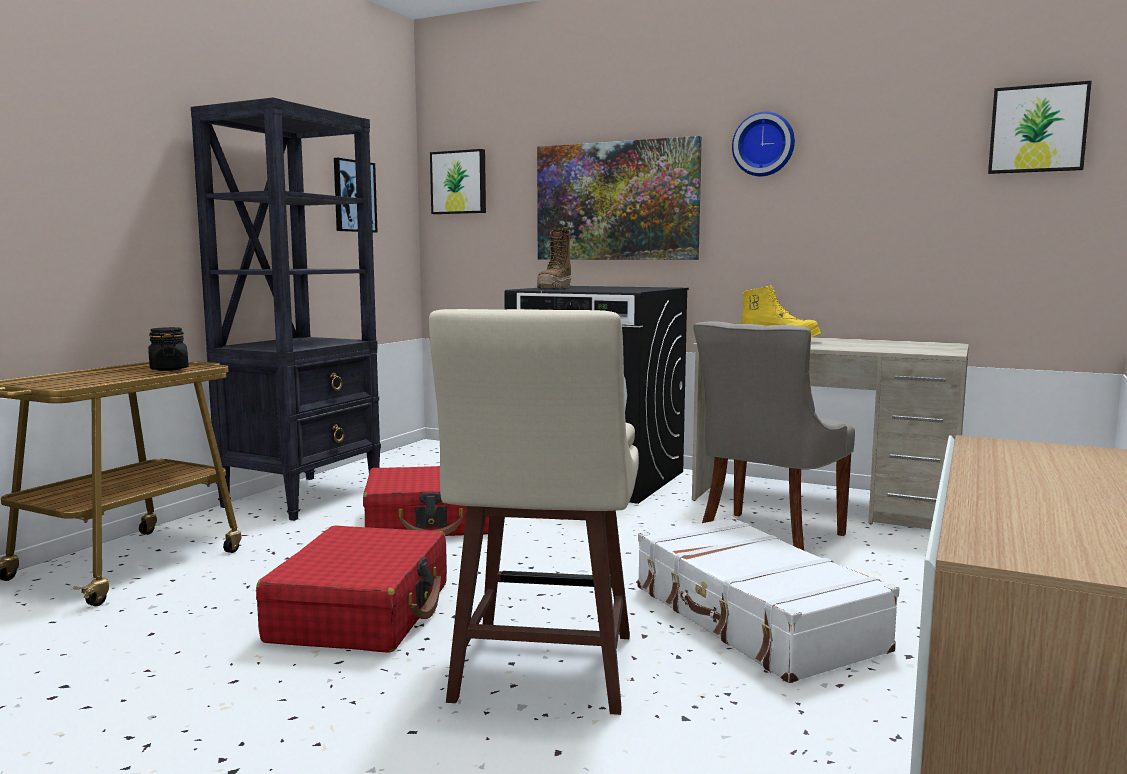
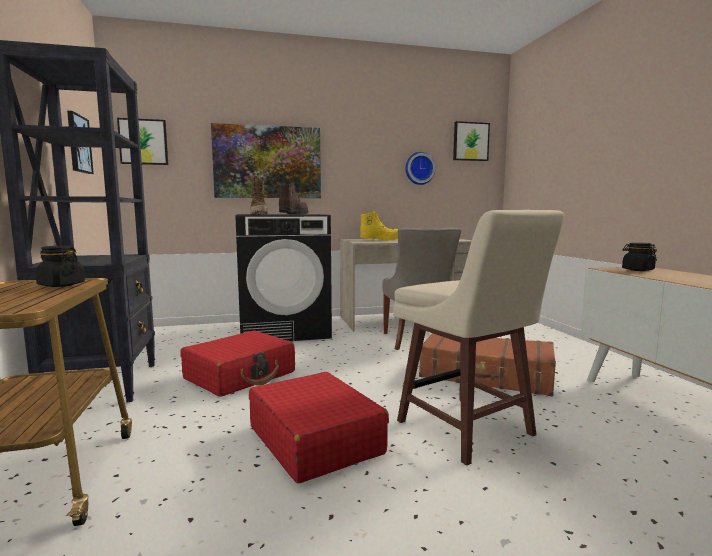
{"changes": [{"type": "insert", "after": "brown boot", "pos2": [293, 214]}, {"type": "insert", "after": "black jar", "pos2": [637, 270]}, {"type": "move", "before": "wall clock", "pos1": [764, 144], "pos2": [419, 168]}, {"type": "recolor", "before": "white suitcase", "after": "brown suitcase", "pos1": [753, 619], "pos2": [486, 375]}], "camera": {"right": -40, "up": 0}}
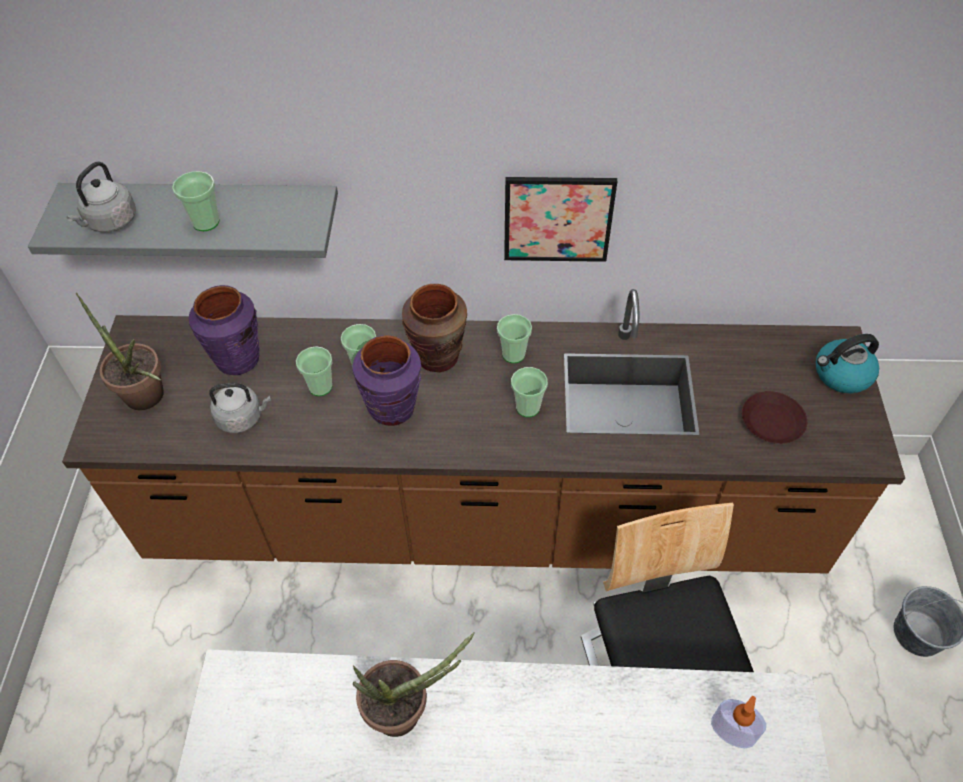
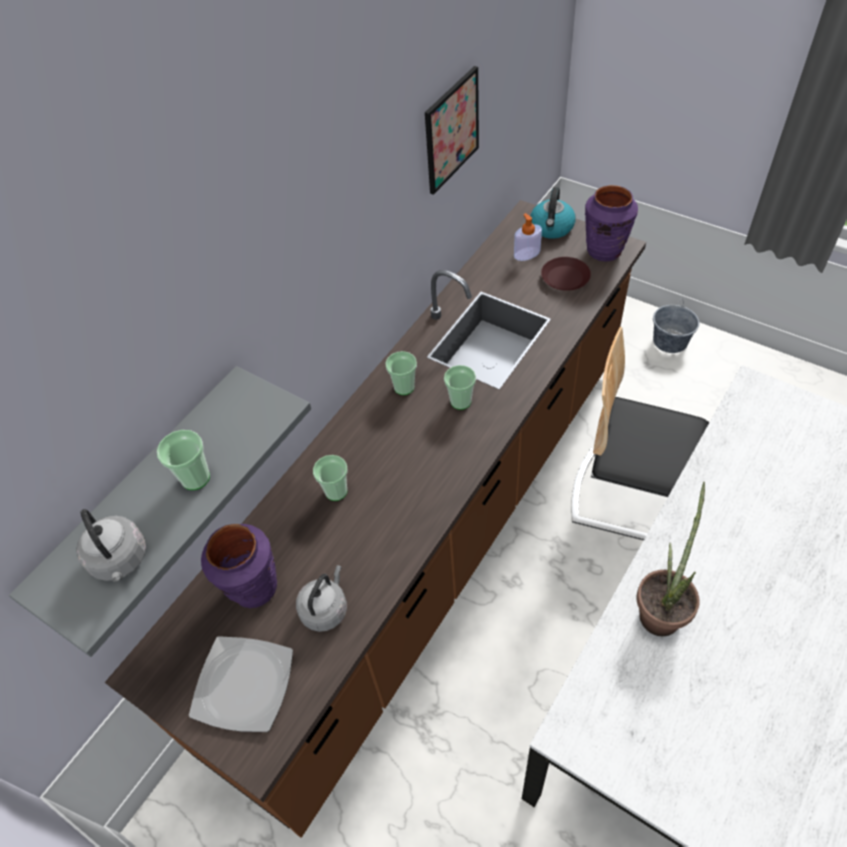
{"changes": [{"type": "delete", "before": "cup", "pos1": [320, 387]}, {"type": "delete", "before": "brown vase", "pos1": [437, 357]}, {"type": "move", "before": "purple vase", "pos1": [393, 409], "pos2": [604, 250]}, {"type": "move", "before": "picture", "pos1": [558, 219], "pos2": [451, 130]}, {"type": "move", "before": "soap dispenser", "pos1": [732, 731], "pos2": [527, 254]}, {"type": "replace", "before": "potted plant", "after": "plate", "pos1": [149, 400], "pos2": [244, 686]}], "camera": {"right": -55, "up": 0}}
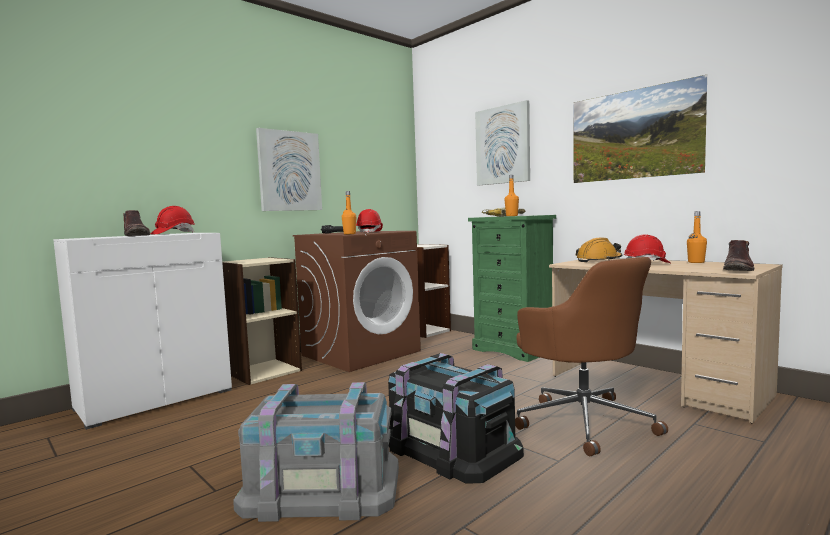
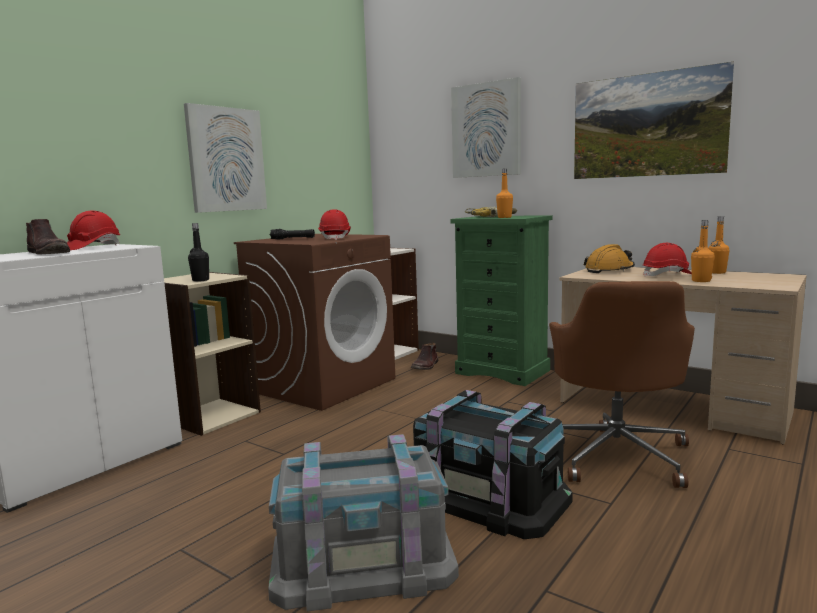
{"changes": [{"type": "insert", "after": "black bottle", "pos2": [200, 280]}, {"type": "move", "before": "orange bottle", "pos1": [349, 234], "pos2": [701, 281]}, {"type": "move", "before": "brown boot", "pos1": [738, 269], "pos2": [425, 366]}, {"type": "rotate", "before": "brown office chair", "pos1": [583, 421], "pos2": [616, 455], "turn": 45}], "camera": {"right": -10, "up": 5}}
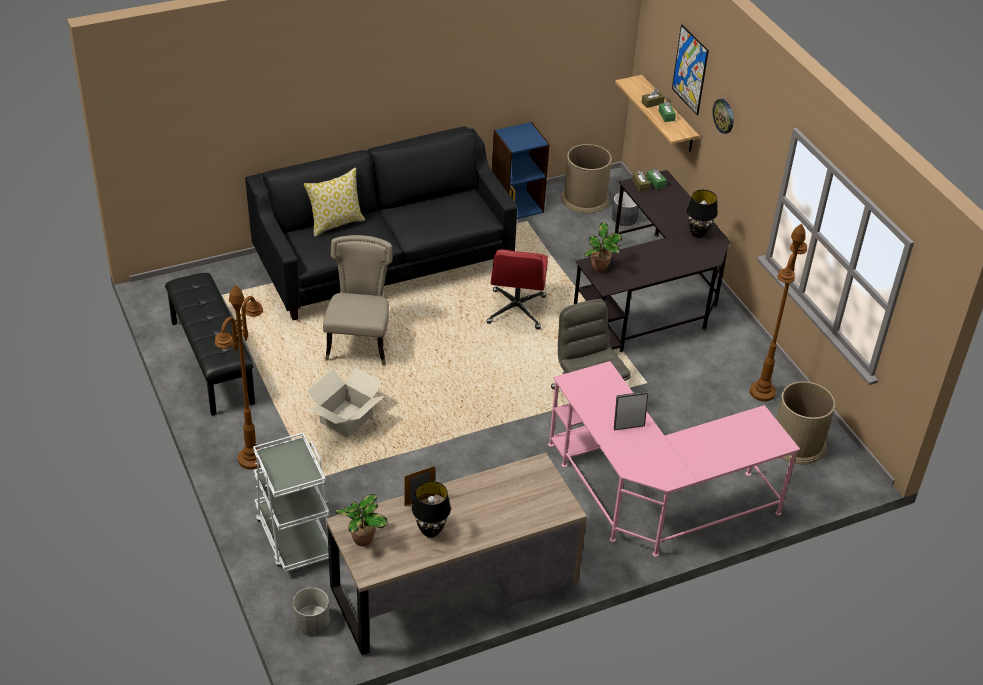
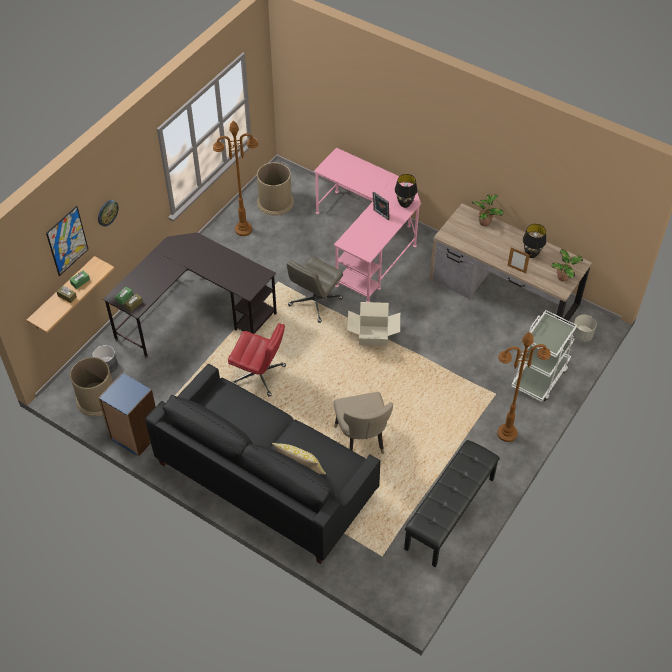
{"changes": [{"type": "move", "before": "cardboard box", "pos1": [346, 419], "pos2": [373, 336]}, {"type": "move", "before": "potted plant", "pos1": [600, 268], "pos2": [485, 222]}, {"type": "move", "before": "black table lamp", "pos1": [698, 234], "pos2": [405, 204]}, {"type": "rotate", "before": "beige chair", "pos1": [360, 343], "pos2": [362, 441], "turn": -75}, {"type": "rotate", "before": "red office chair", "pos1": [516, 310], "pos2": [260, 375], "turn": 45}], "camera": {"right": -120, "up": 10}}
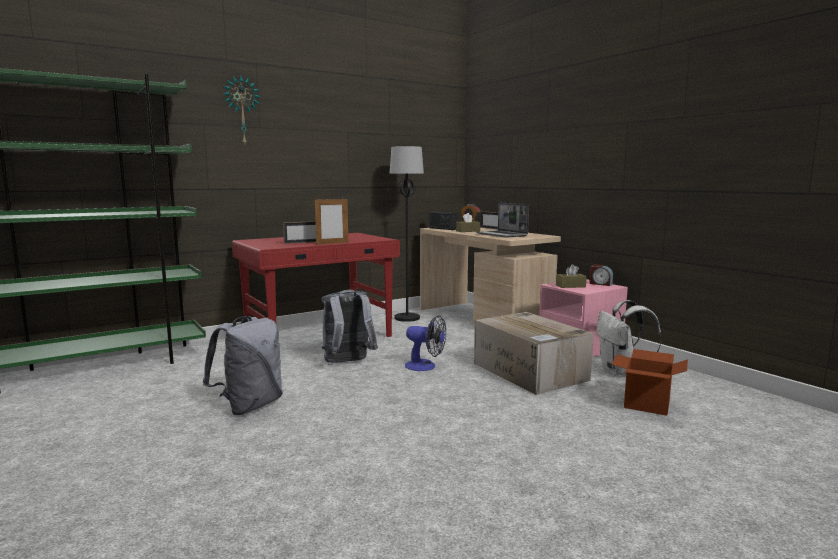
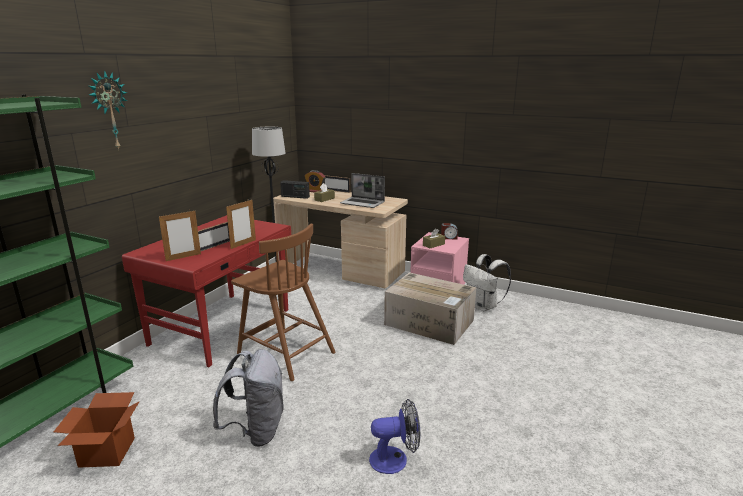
{"changes": [{"type": "insert", "after": "picture frame", "pos2": [183, 257]}, {"type": "move", "before": "fan", "pos1": [425, 366], "pos2": [395, 459]}, {"type": "move", "before": "cardboard box", "pos1": [647, 404], "pos2": [107, 452]}, {"type": "replace", "before": "grey backpack", "after": "brown chair", "pos1": [348, 362], "pos2": [285, 352]}], "camera": {"right": -30, "up": 10}}
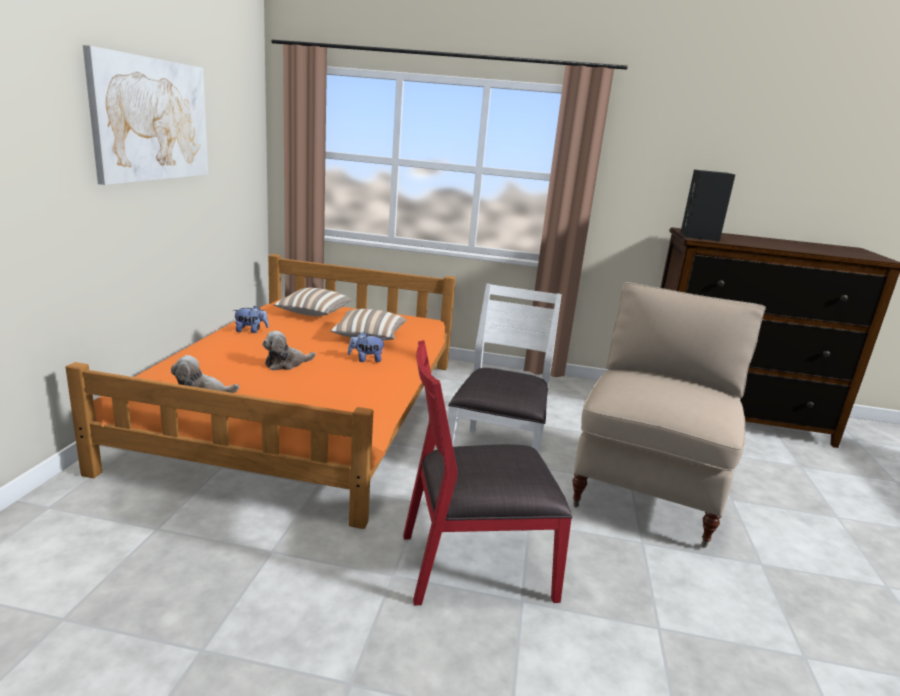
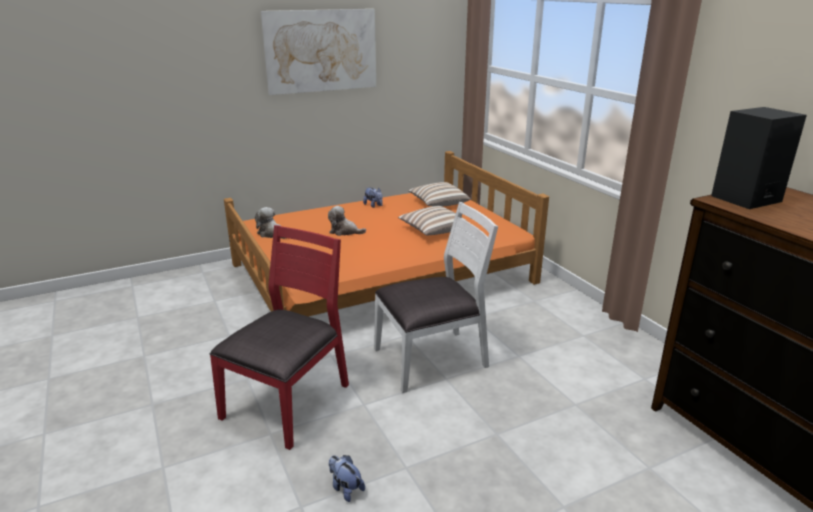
{"changes": [{"type": "delete", "before": "beige chair", "pos1": [647, 490]}, {"type": "move", "before": "plush toy", "pos1": [366, 360], "pos2": [345, 488]}, {"type": "rotate", "before": "red chair", "pos1": [475, 564], "pos2": [288, 401], "turn": 75}], "camera": {"right": 55, "up": 5}}
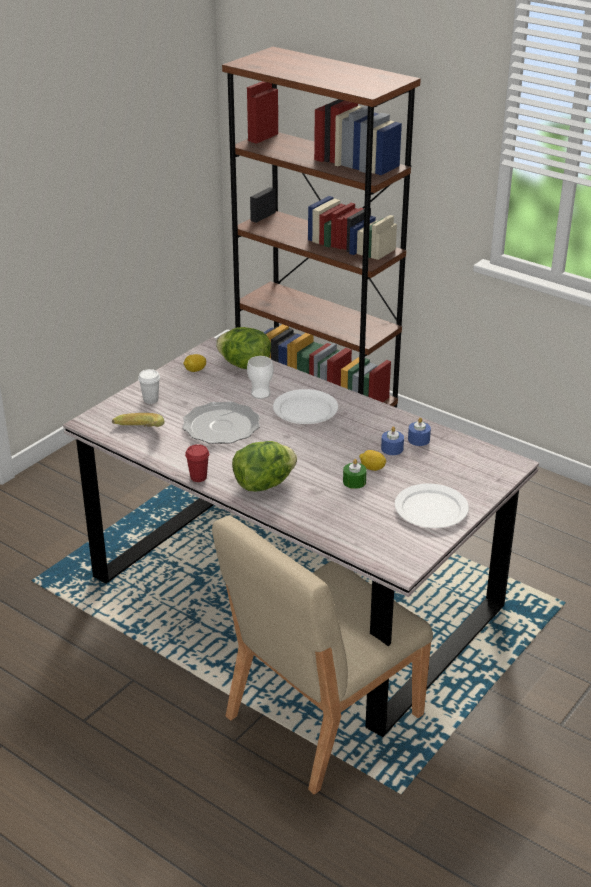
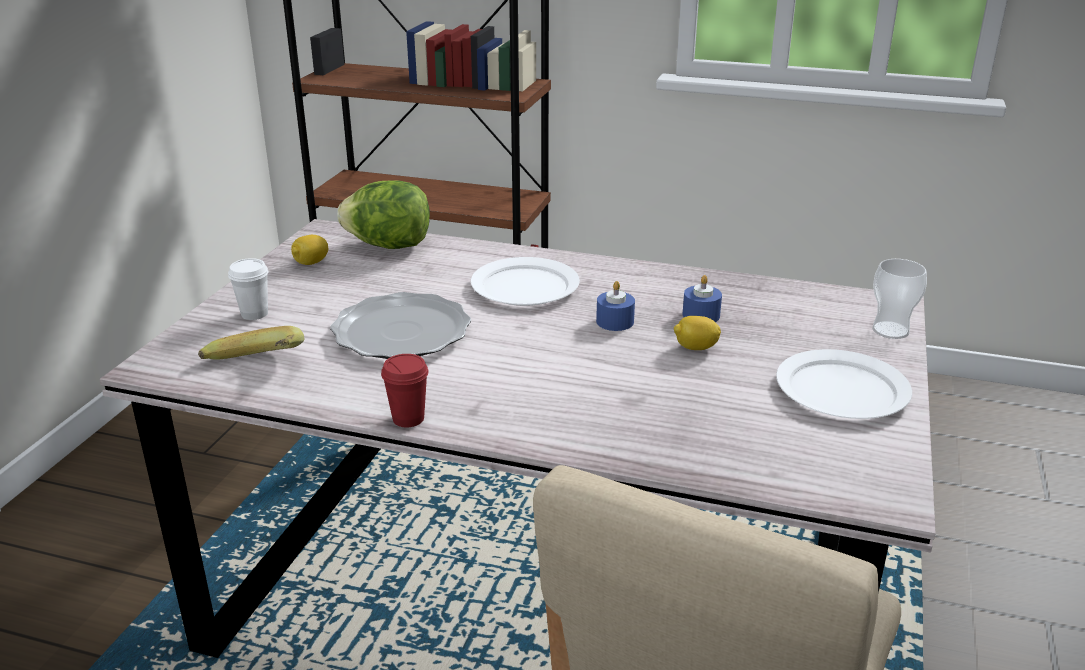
{"changes": [{"type": "delete", "before": "lettuce", "pos1": [264, 484]}, {"type": "delete", "before": "green candle", "pos1": [354, 481]}, {"type": "move", "before": "cup", "pos1": [260, 394], "pos2": [890, 330]}, {"type": "move", "before": "blue candle", "pos1": [418, 439], "pos2": [615, 321]}], "camera": {"right": -20, "up": -5}}
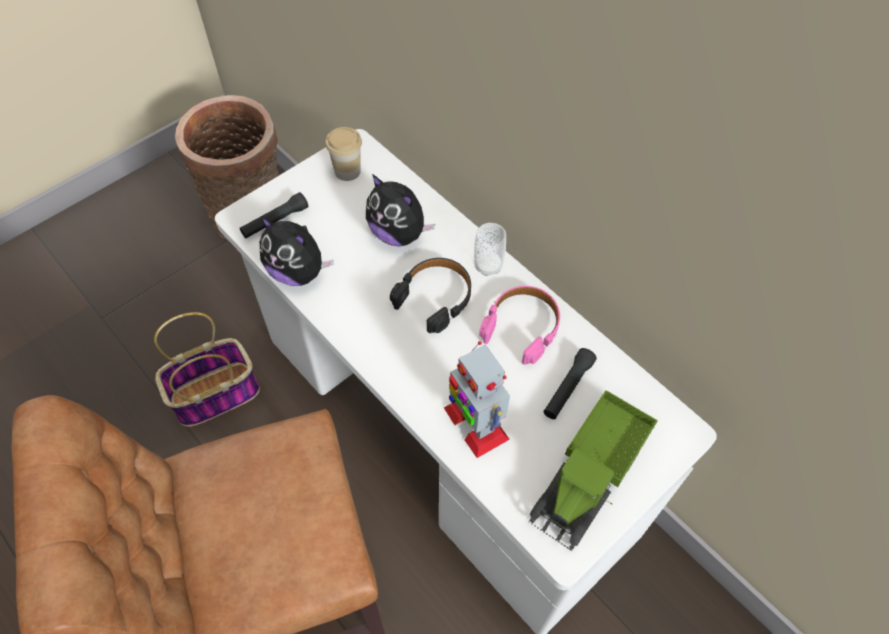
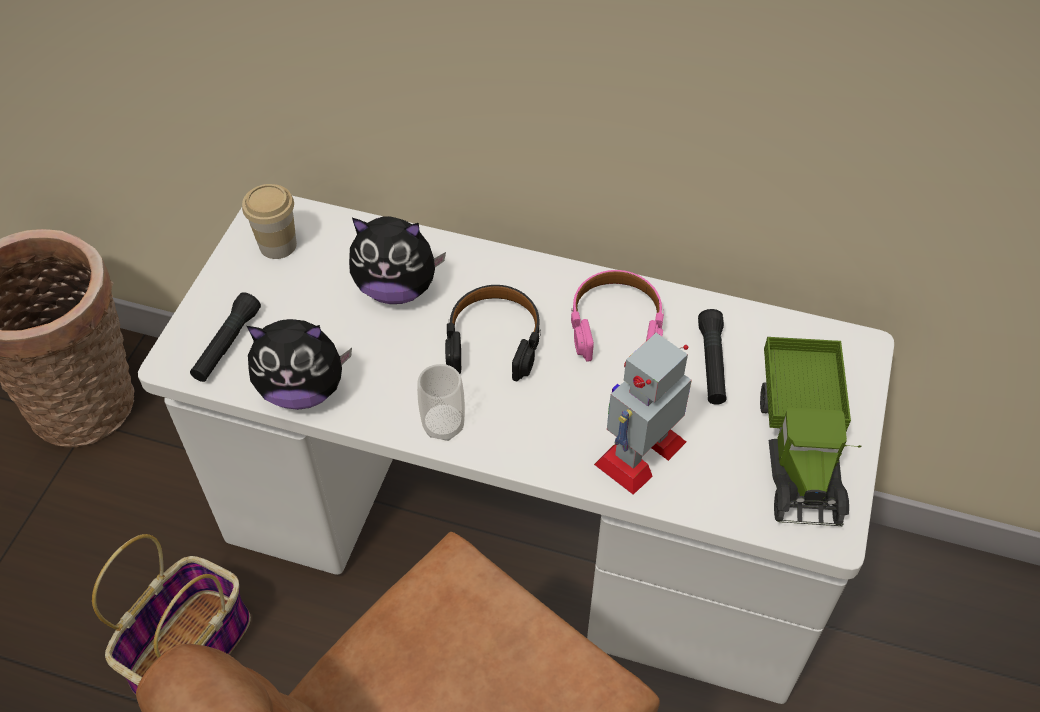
{"changes": [{"type": "move", "before": "cup", "pos1": [488, 265], "pos2": [443, 425]}, {"type": "rotate", "before": "toy robot", "pos1": [475, 423], "pos2": [640, 452], "turn": 105}], "camera": {"right": -30, "up": -5}}
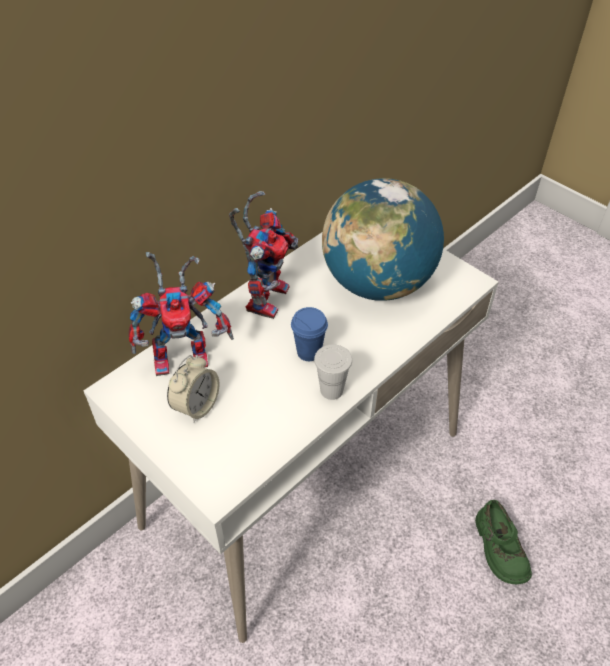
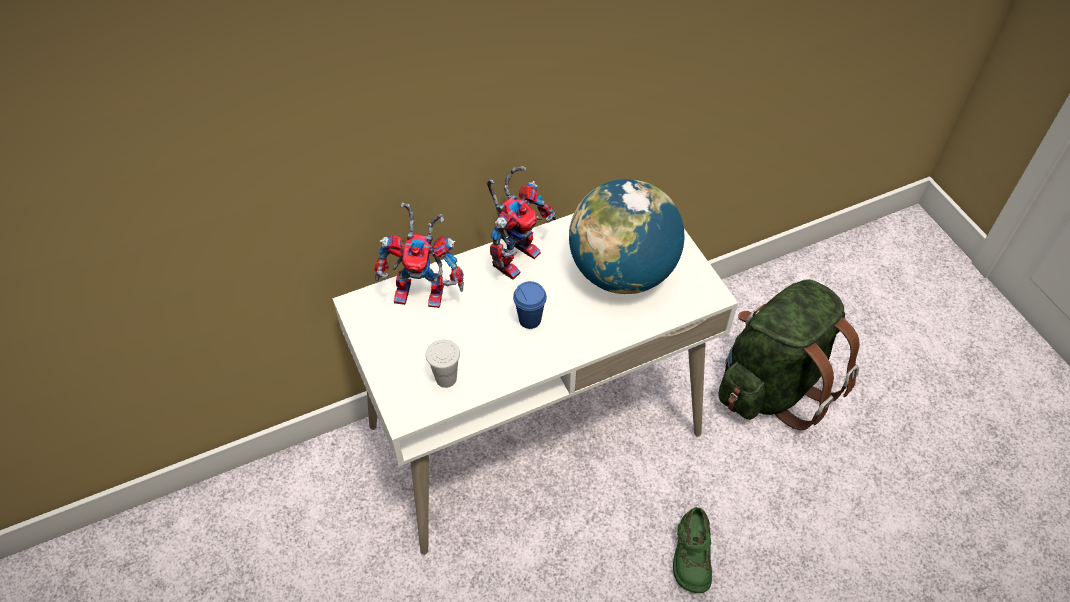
{"changes": [{"type": "delete", "before": "alarm clock", "pos1": [196, 406]}, {"type": "insert", "after": "green backpack", "pos2": [773, 384]}, {"type": "move", "before": "white cup", "pos1": [331, 390], "pos2": [446, 378]}], "camera": {"right": 20, "up": 5}}
